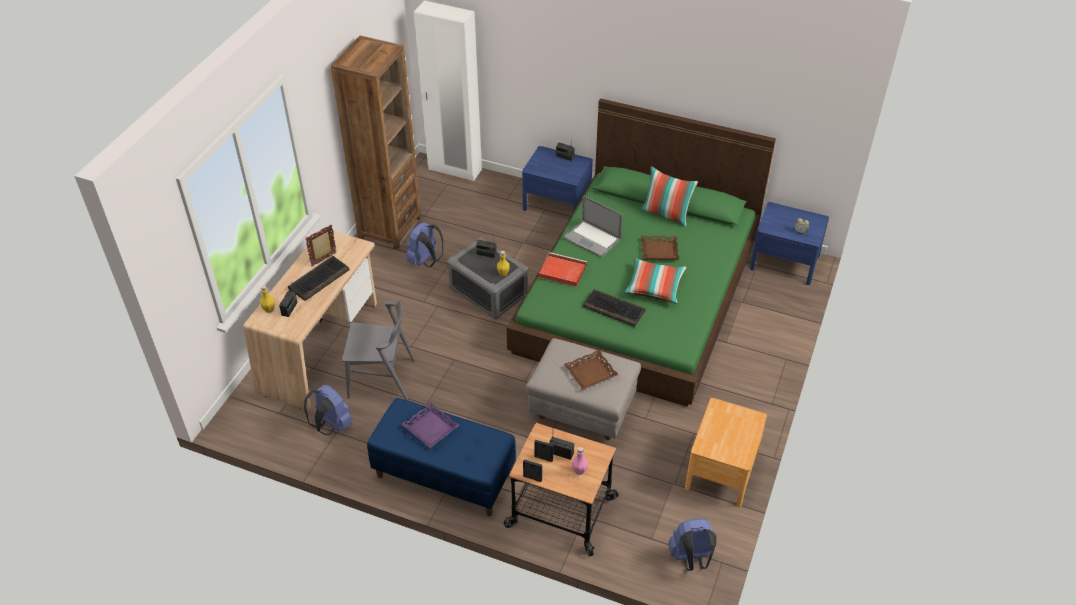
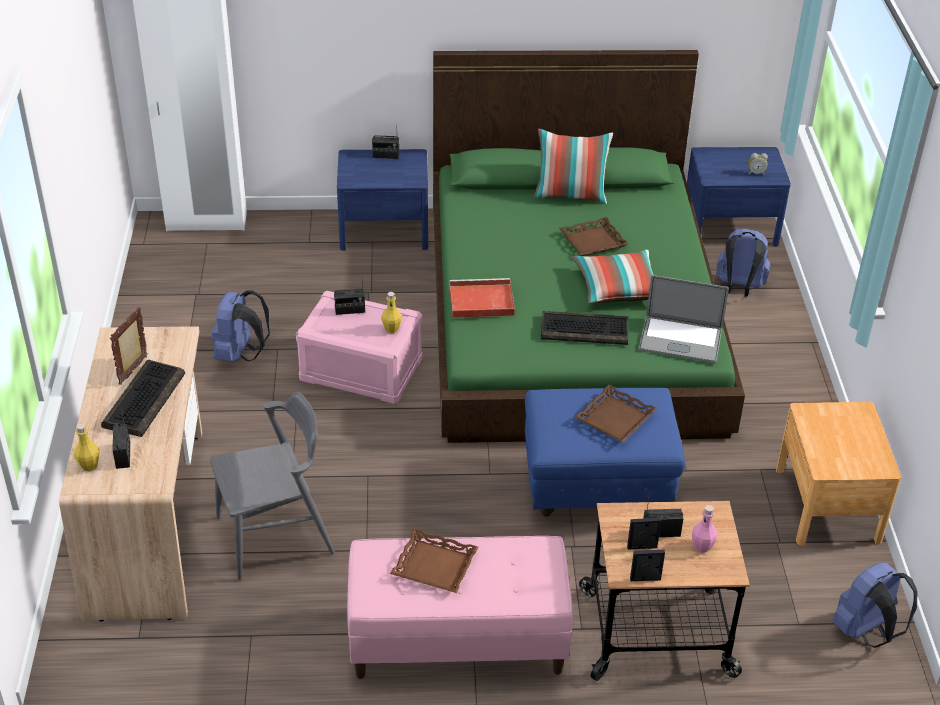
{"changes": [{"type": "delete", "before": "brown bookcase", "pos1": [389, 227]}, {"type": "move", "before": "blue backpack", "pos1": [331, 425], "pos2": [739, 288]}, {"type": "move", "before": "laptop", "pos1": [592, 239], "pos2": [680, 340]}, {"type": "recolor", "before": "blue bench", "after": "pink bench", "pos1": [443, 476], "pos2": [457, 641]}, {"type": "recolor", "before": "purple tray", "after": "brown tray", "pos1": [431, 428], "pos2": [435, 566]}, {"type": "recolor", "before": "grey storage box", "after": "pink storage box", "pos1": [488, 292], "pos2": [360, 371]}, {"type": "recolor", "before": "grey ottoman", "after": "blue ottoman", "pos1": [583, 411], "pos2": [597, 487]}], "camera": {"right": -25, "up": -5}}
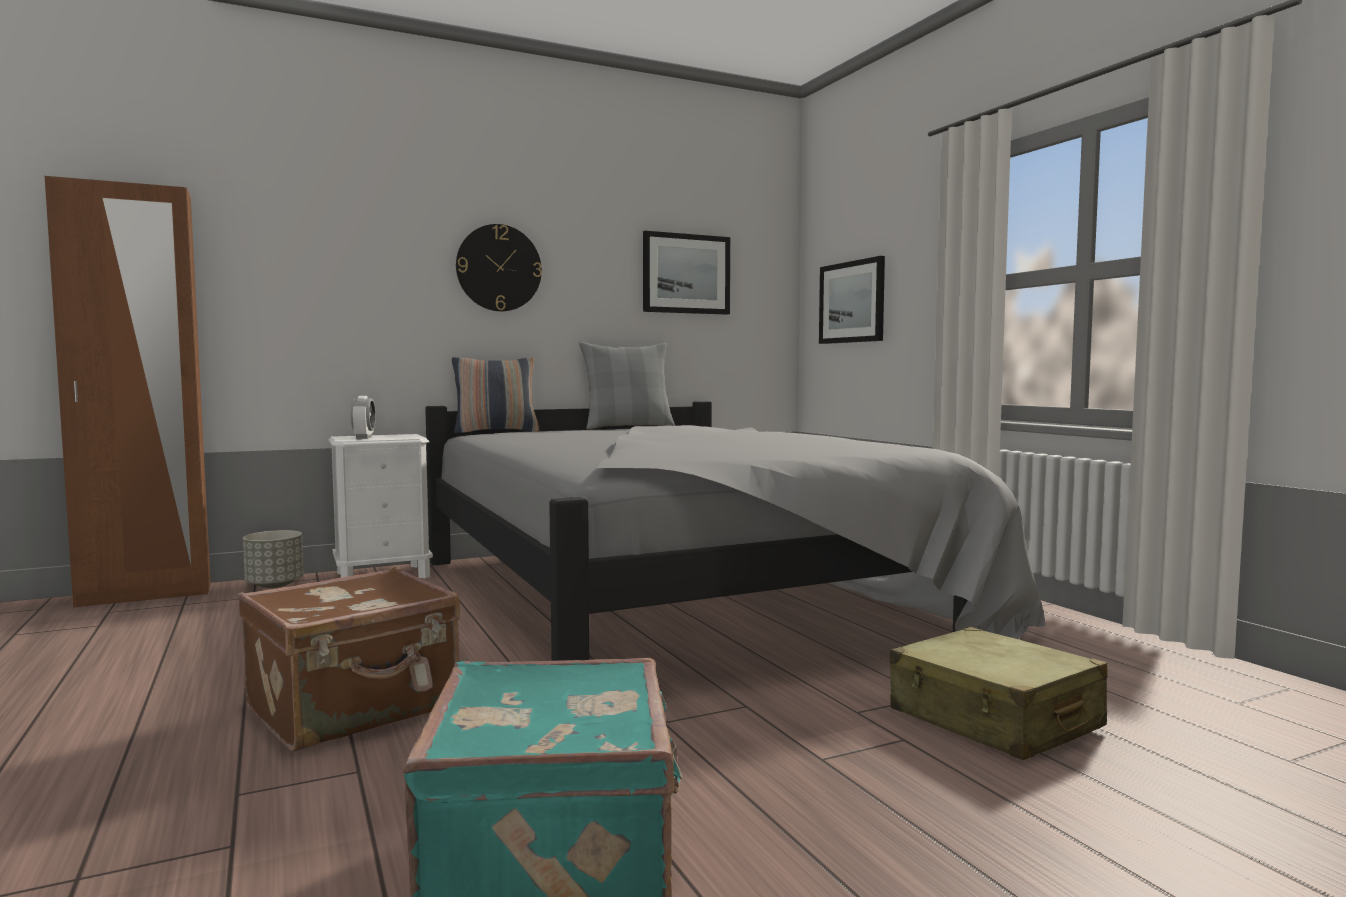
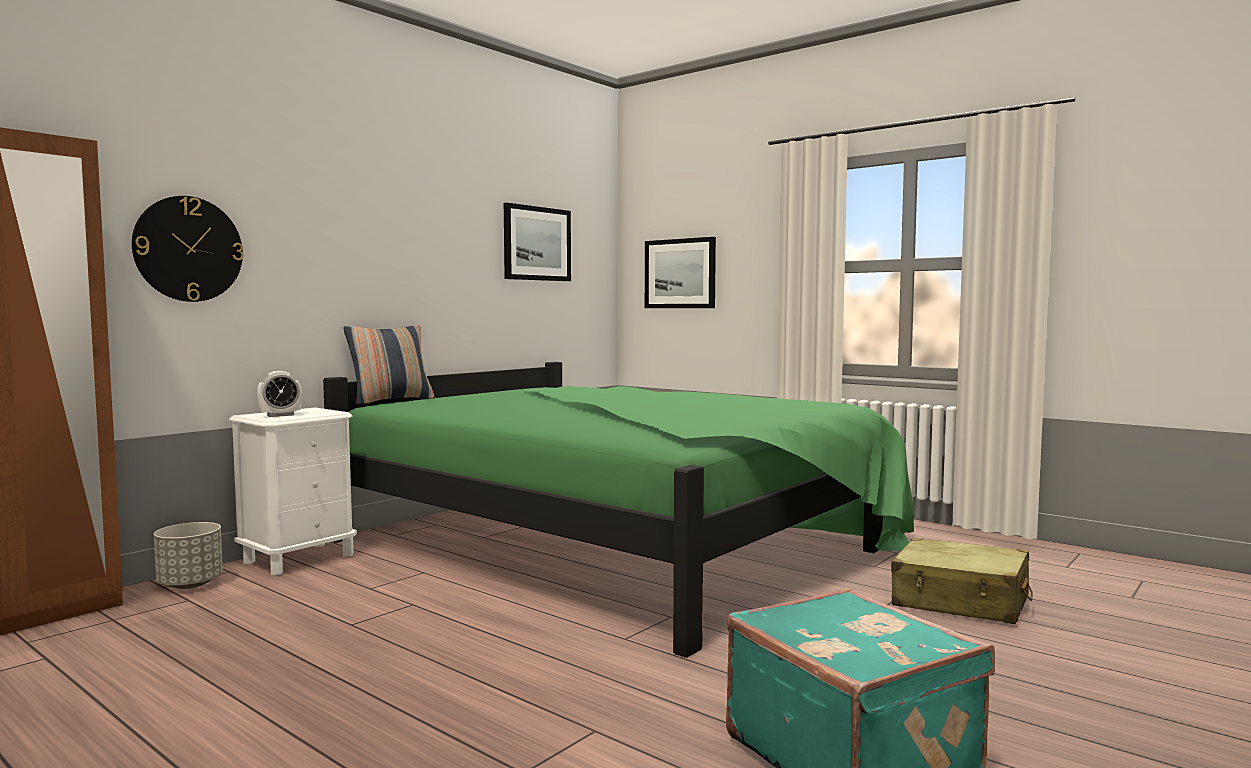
{"changes": [{"type": "delete", "before": "brown suitcase", "pos1": [355, 709]}, {"type": "delete", "before": "grey pillow", "pos1": [628, 427]}, {"type": "move", "before": "wall clock", "pos1": [499, 268], "pos2": [188, 249]}, {"type": "recolor", "before": "grey bed", "after": "green bed", "pos1": [681, 597], "pos2": [620, 543]}, {"type": "rotate", "before": "alarm clock", "pos1": [363, 437], "pos2": [280, 415], "turn": 90}], "camera": {"right": -25, "up": 0}}
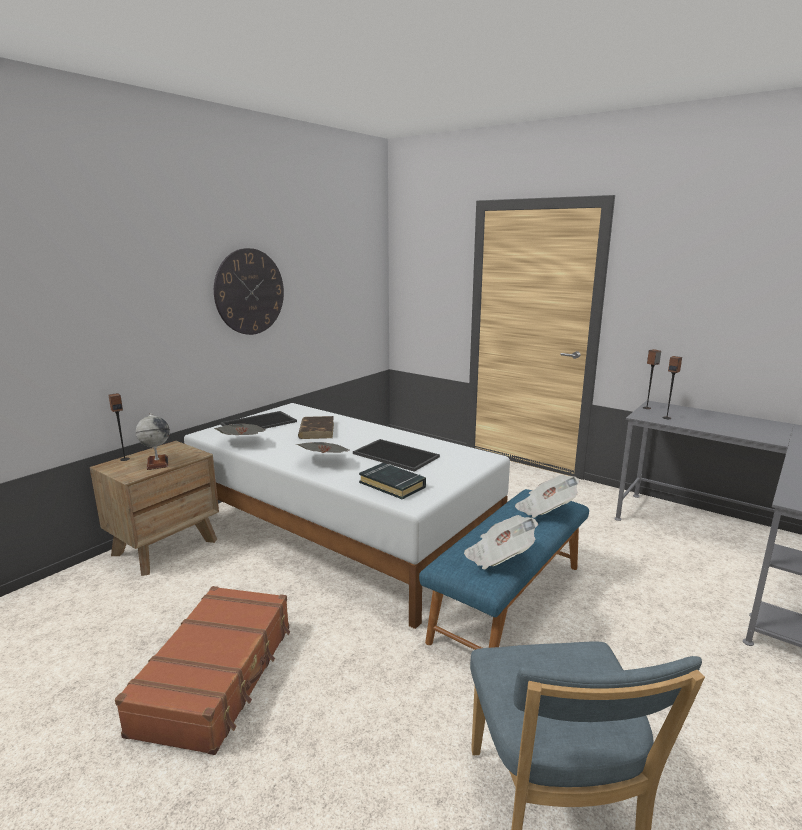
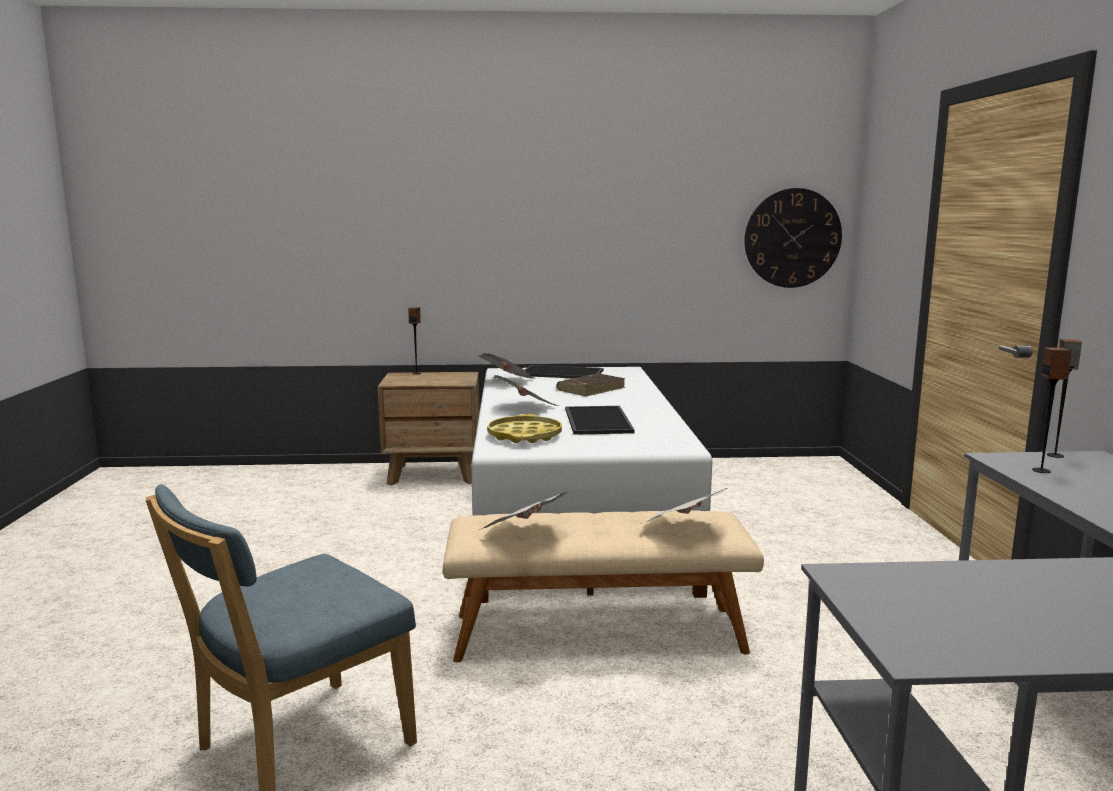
{"changes": [{"type": "delete", "before": "brown suitcase", "pos1": [217, 677]}, {"type": "delete", "before": "globe", "pos1": [157, 463]}, {"type": "move", "before": "wall clock", "pos1": [249, 292], "pos2": [792, 238]}, {"type": "replace", "before": "black book", "after": "yellow tray", "pos1": [392, 485], "pos2": [525, 436]}, {"type": "recolor", "before": "blue bench", "after": "beige bench", "pos1": [507, 601], "pos2": [598, 632]}], "camera": {"right": 50, "up": -5}}
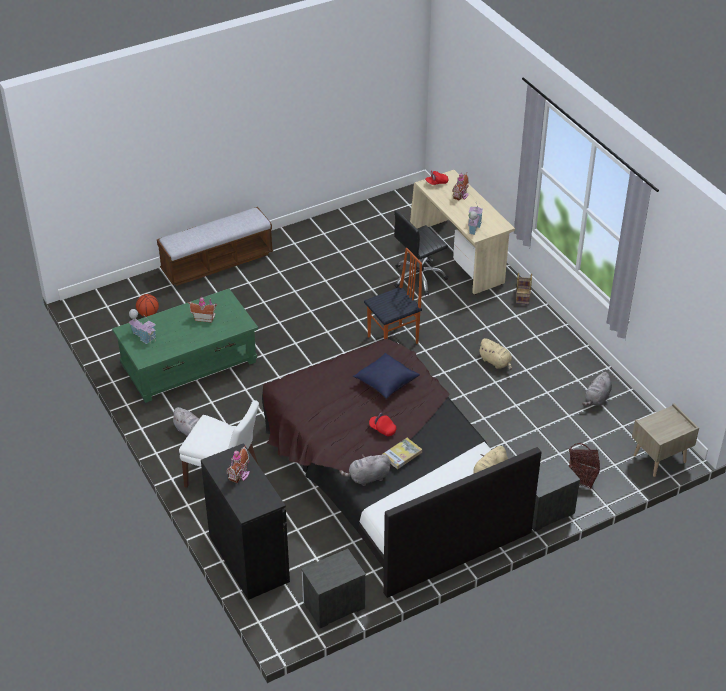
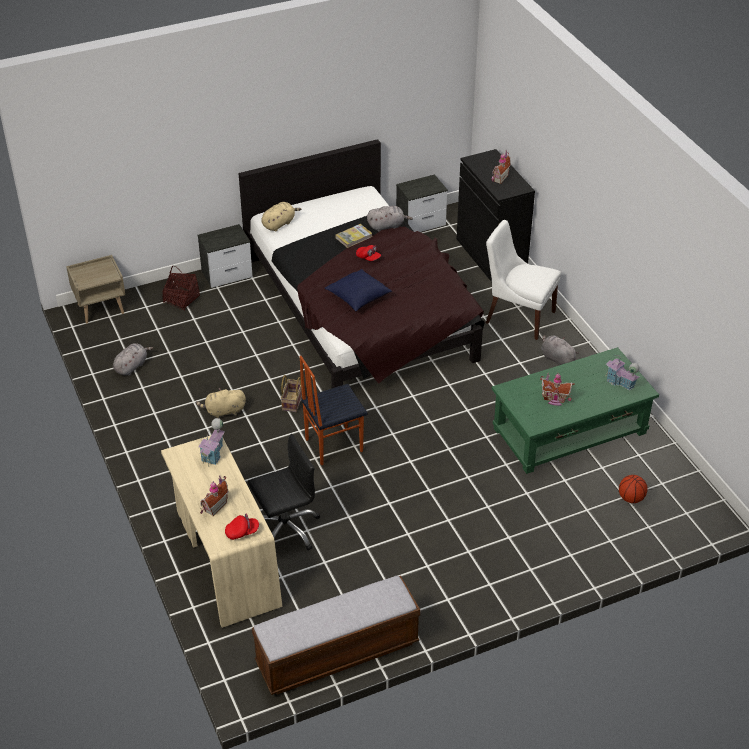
{"changes": [{"type": "move", "before": "bench", "pos1": [217, 262], "pos2": [337, 653]}, {"type": "move", "before": "basket", "pos1": [523, 296], "pos2": [292, 401]}, {"type": "rotate", "before": "beige plush toy", "pos1": [496, 362], "pos2": [223, 411], "turn": -60}], "camera": {"right": -175, "up": 0}}
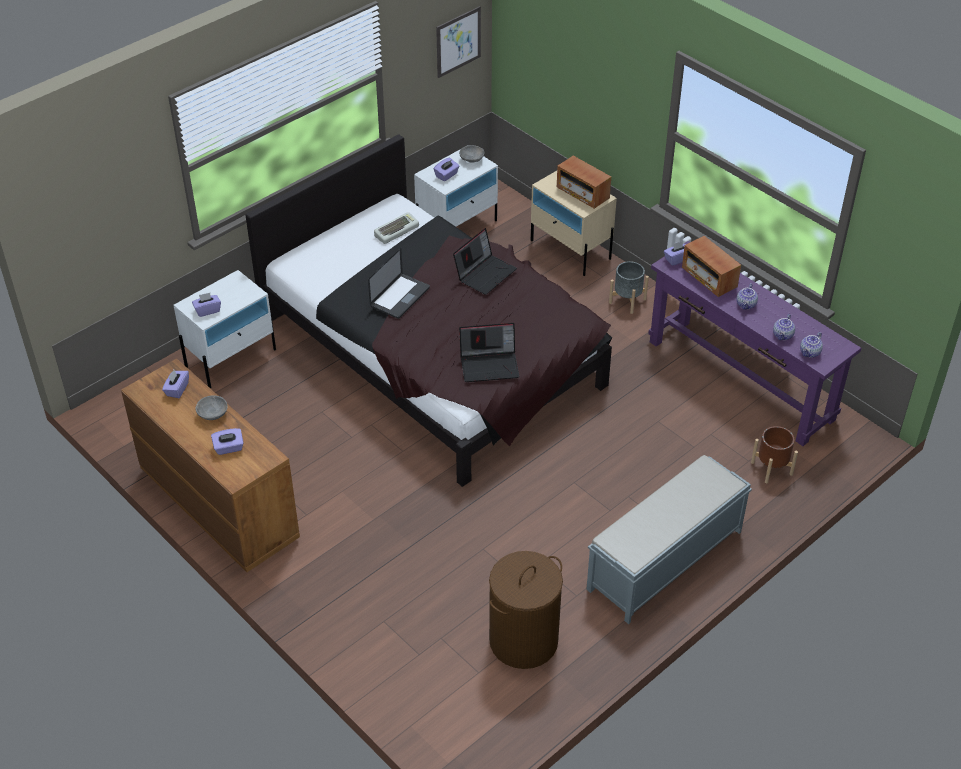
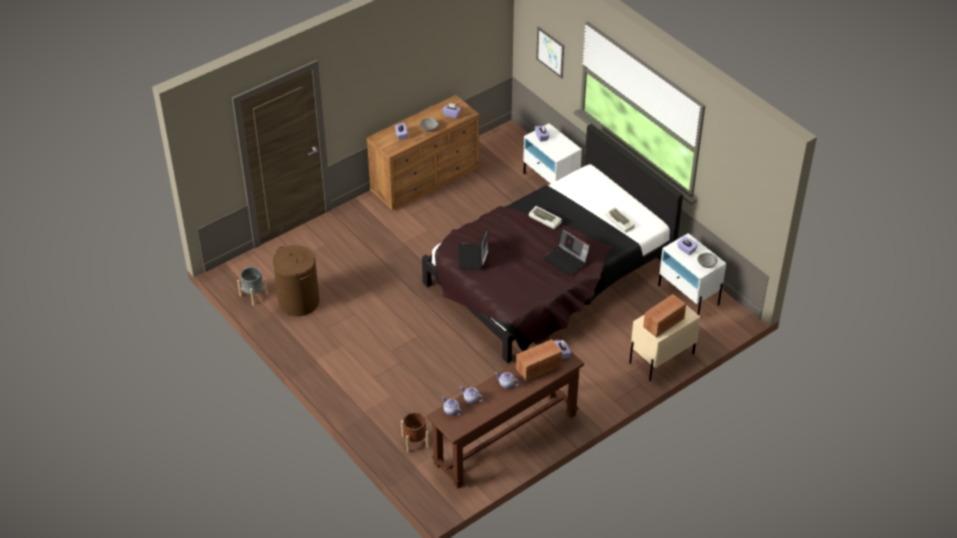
{"changes": [{"type": "delete", "before": "grey bench", "pos1": [664, 561]}, {"type": "move", "before": "picture", "pos1": [458, 41], "pos2": [550, 52]}, {"type": "move", "before": "grey planter", "pos1": [627, 301], "pos2": [253, 295]}, {"type": "replace", "before": "laptop", "after": "keyboard", "pos1": [400, 297], "pos2": [545, 219]}, {"type": "recolor", "before": "purple console table", "after": "brown console table", "pos1": [740, 380], "pos2": [505, 438]}], "camera": {"right": 95, "up": 0}}
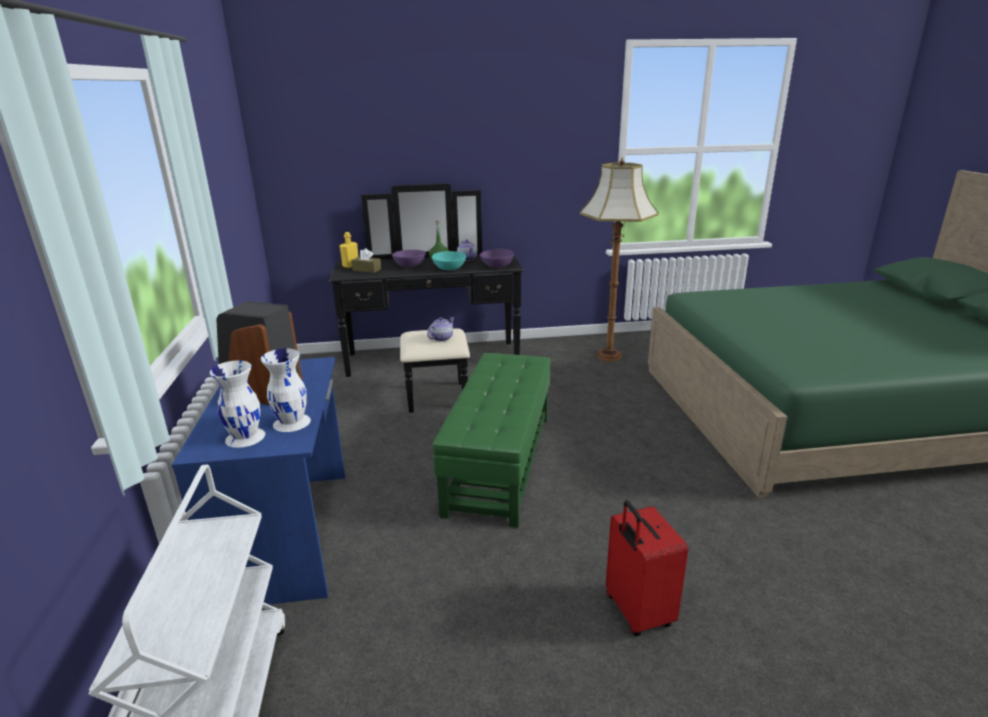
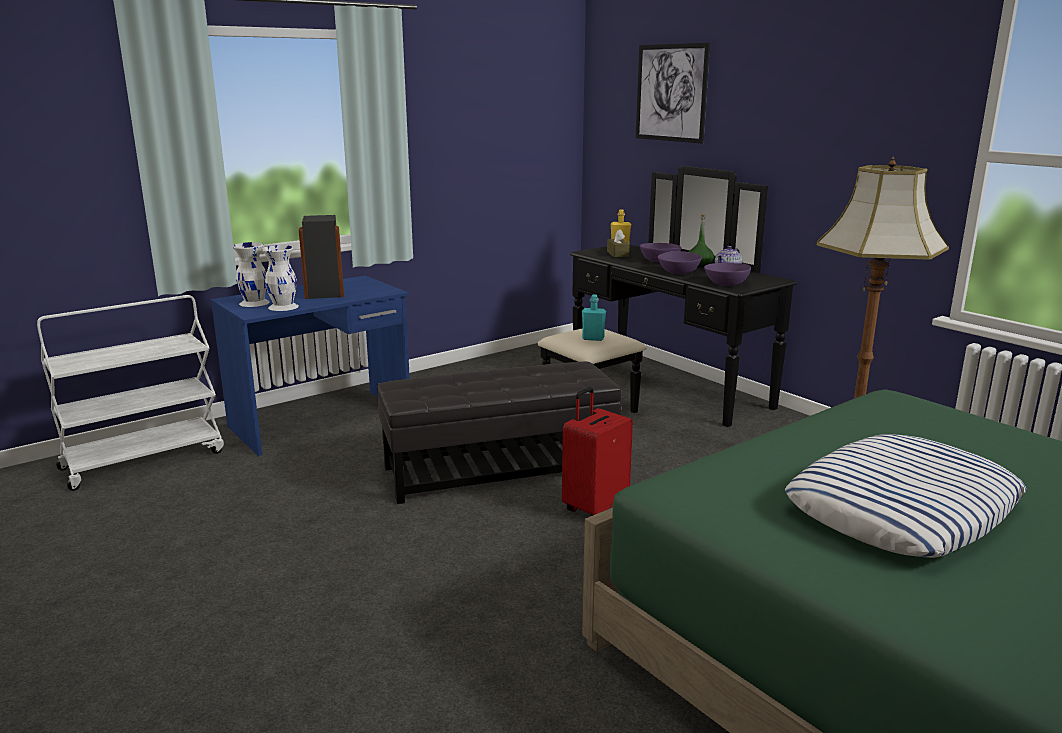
{"changes": [{"type": "insert", "after": "picture", "pos2": [671, 93]}, {"type": "insert", "after": "pillow", "pos2": [902, 509]}, {"type": "move", "before": "red suitcase", "pos1": [636, 612], "pos2": [594, 507]}, {"type": "replace", "before": "teapot", "after": "turquoise bottle", "pos1": [441, 338], "pos2": [593, 338]}, {"type": "recolor", "before": "turquoise bowl", "after": "purple bowl", "pos1": [449, 268], "pos2": [679, 272]}, {"type": "recolor", "before": "green ottoman", "after": "black ottoman", "pos1": [499, 462], "pos2": [499, 469]}], "camera": {"right": 60, "up": -5}}
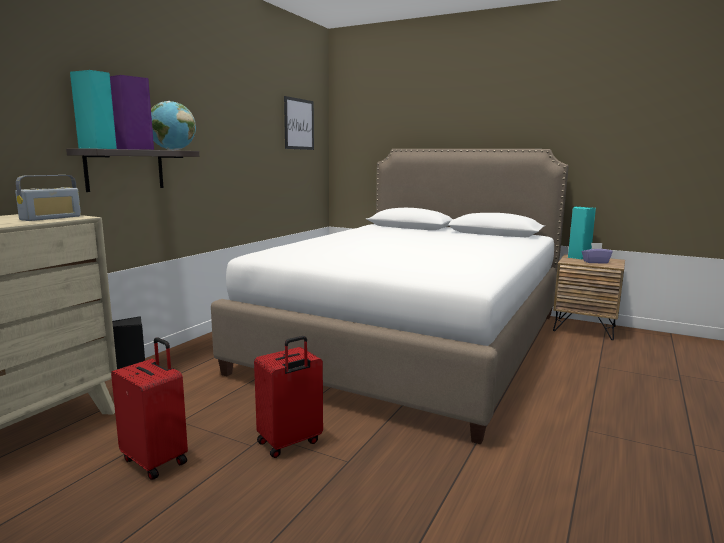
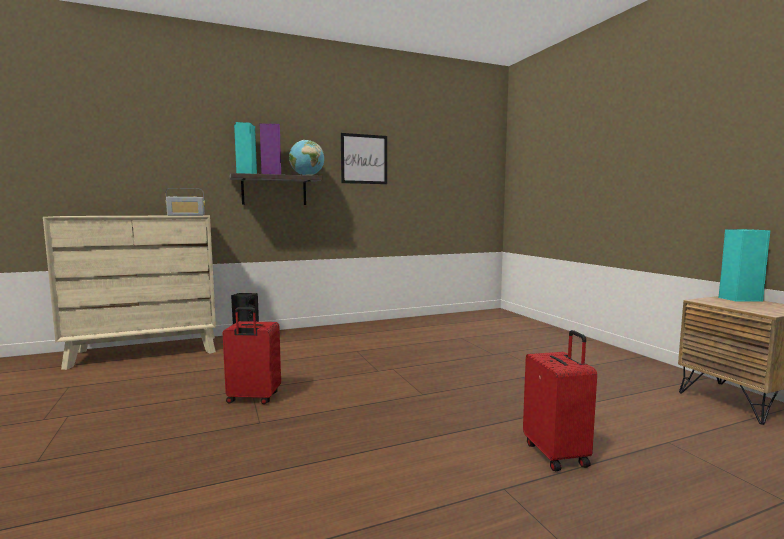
{"changes": [{"type": "delete", "before": "white bed", "pos1": [412, 341]}, {"type": "delete", "before": "purple tissue box", "pos1": [595, 262]}, {"type": "move", "before": "red suitcase", "pos1": [156, 460], "pos2": [557, 454]}, {"type": "move", "before": "picture", "pos1": [299, 124], "pos2": [364, 159]}], "camera": {"right": 40, "up": -5}}
